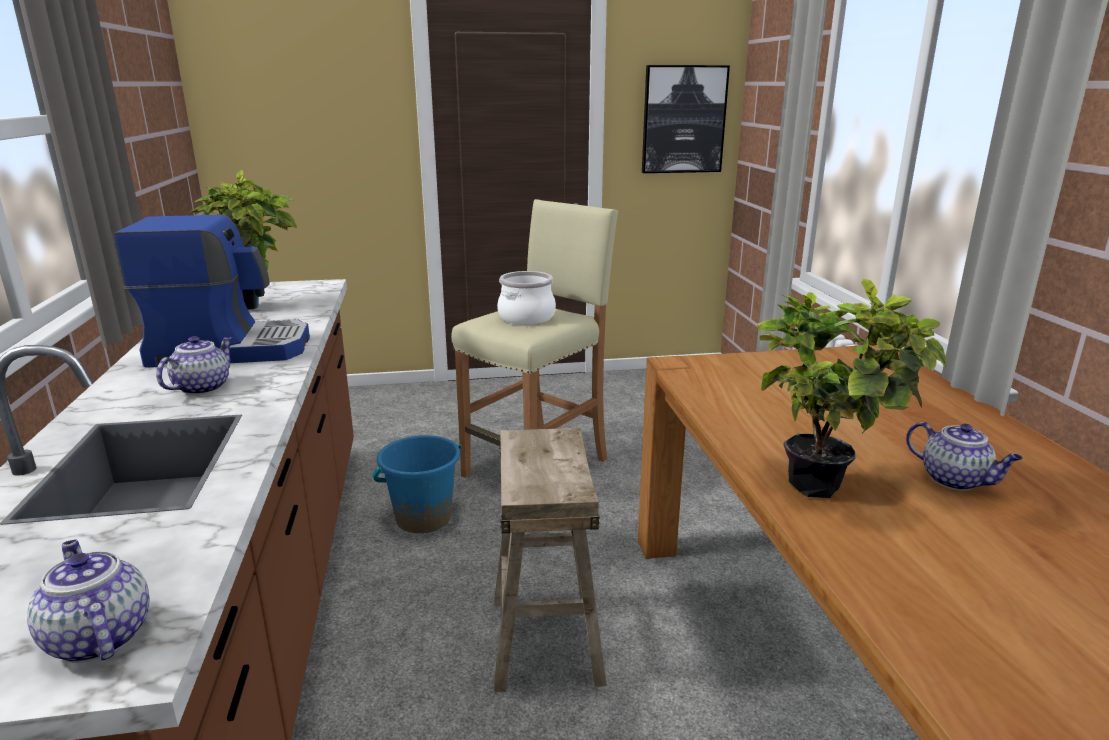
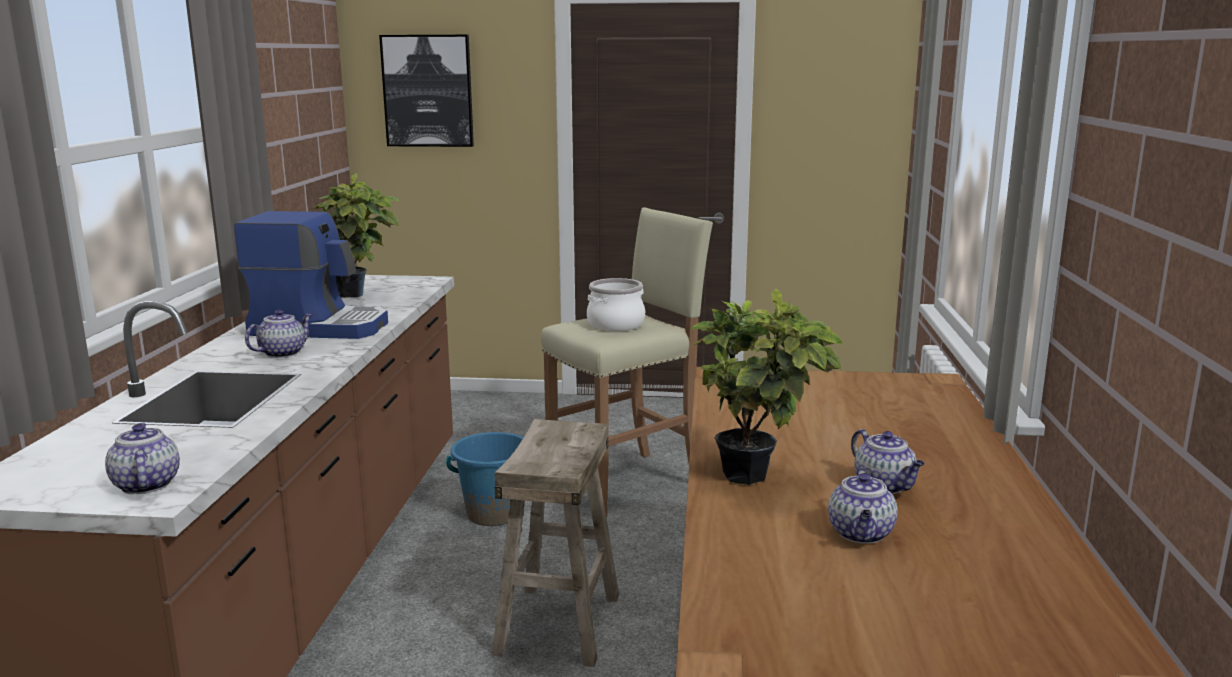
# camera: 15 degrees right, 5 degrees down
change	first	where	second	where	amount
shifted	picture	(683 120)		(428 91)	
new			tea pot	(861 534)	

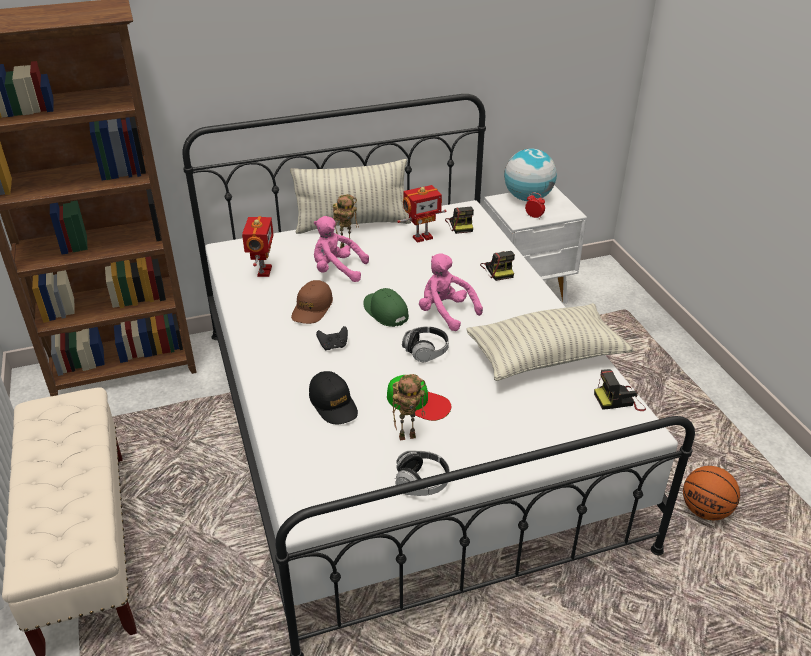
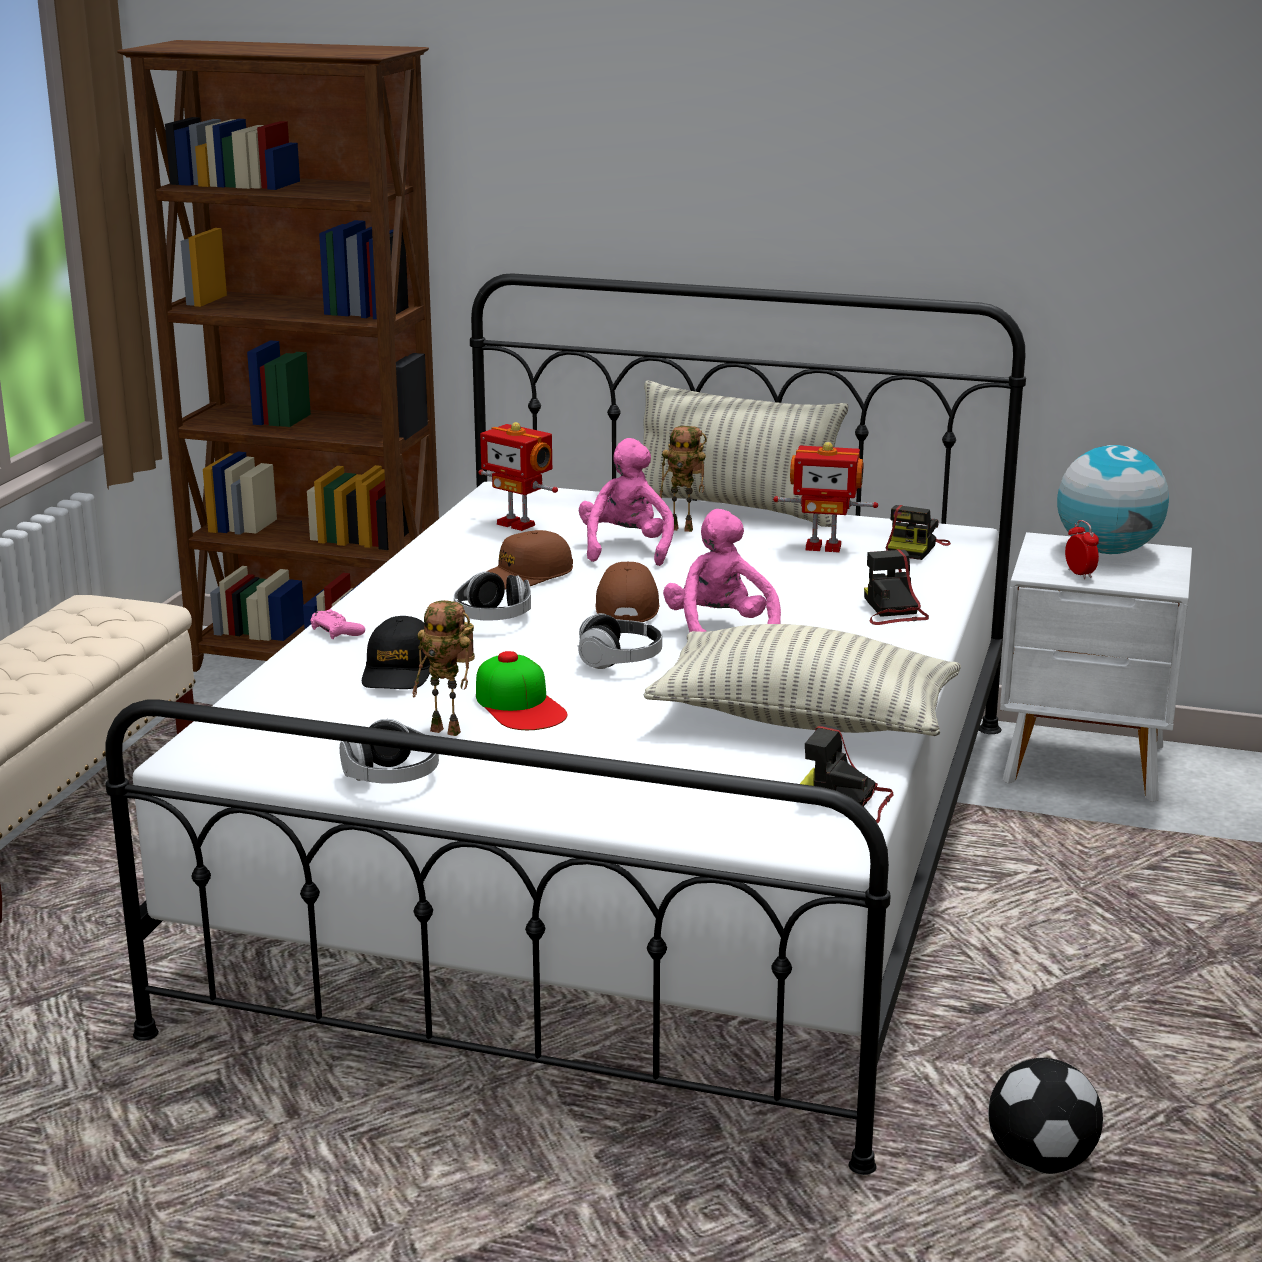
# camera: 35 degrees right, 15 degrees down
change	first	where	second	where	amount
rotated	robot figure	(263 271)		(517 524)	90 degrees clockwise
rotated	pink-coloured plush toy	(337 270)		(626 548)	45 degrees clockwise
swapped	black game controller	(333 346)	headphones	(493 619)	
repainted	green cap	(385 312)	brown-coloured cap	(627 607)	
rotated	photo camera	(498 270)		(892 611)	150 degrees clockwise
swapped	basketball ball	(705 510)	football ball	(1038 1160)	
new			pink-coloured game controller	(336 631)	

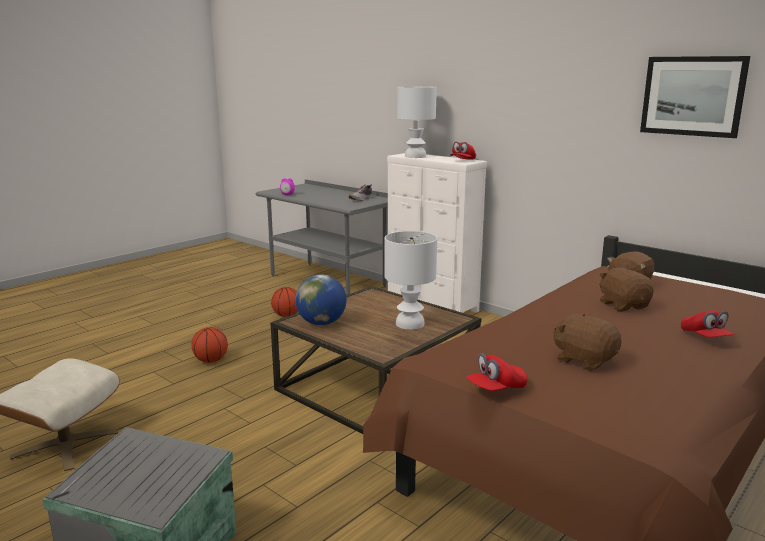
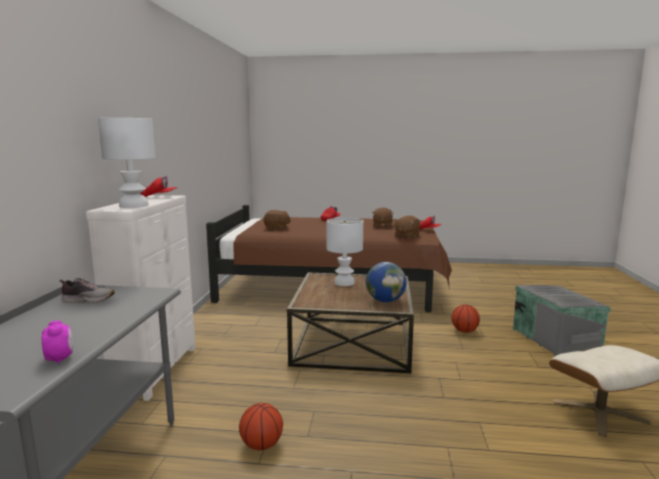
# camera: 125 degrees left, 5 degrees down
change	first	where	second	where	amount
shifted	basketball ball	(211 361)		(464 331)	
shifted	brown-coloured plush toy	(623 305)		(406 236)	
gone	picture	(692 96)			

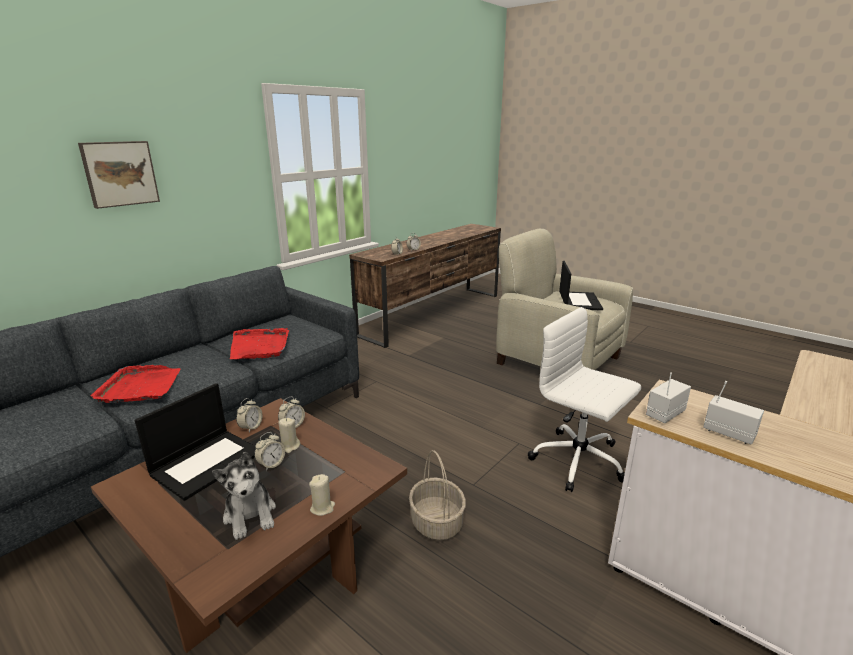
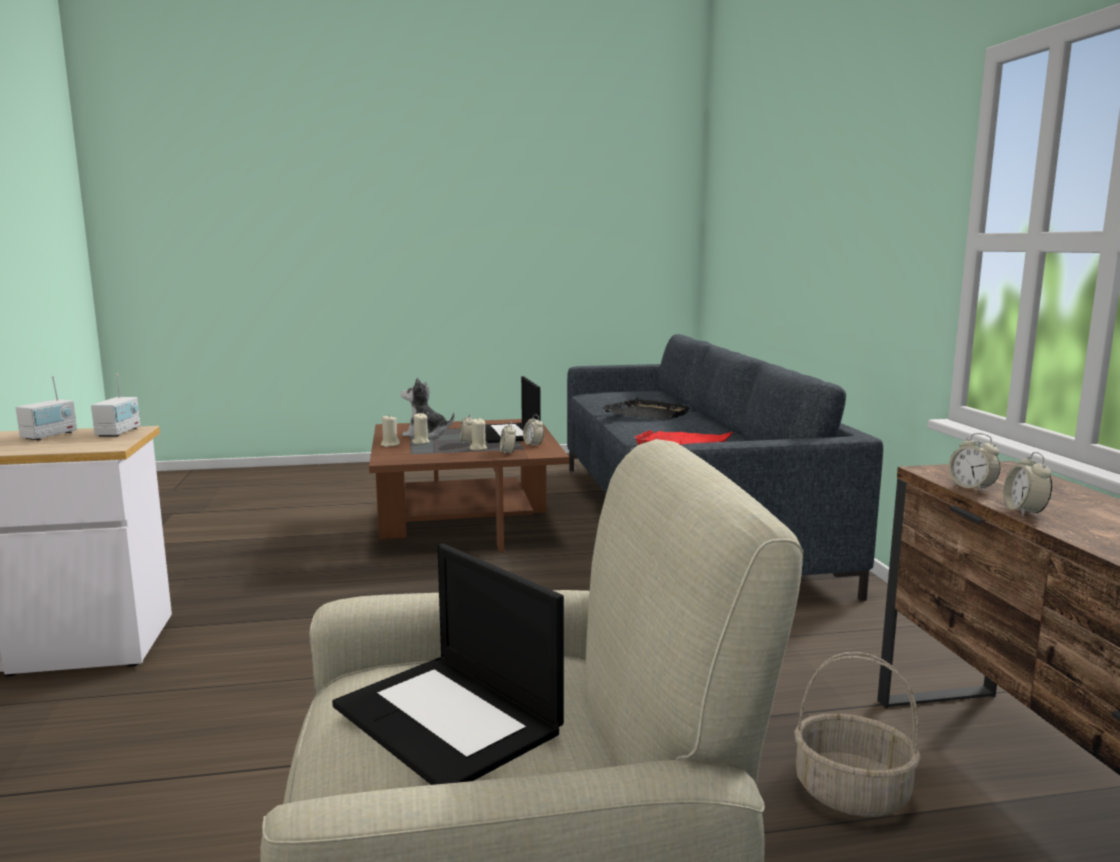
# camera: 130 degrees right, 10 degrees down
change	first	where	second	where	amount
gone	picture	(119 173)			
repainted	red-coloured tray	(140 387)	black tray	(647 413)	
shifted	basket	(436 522)		(852 793)	
gone	white office chair	(579 461)			
rotated	radio receiver	(728 433)		(49 435)	60 degrees counterclockwise
new			beige wax candle	(420 442)	

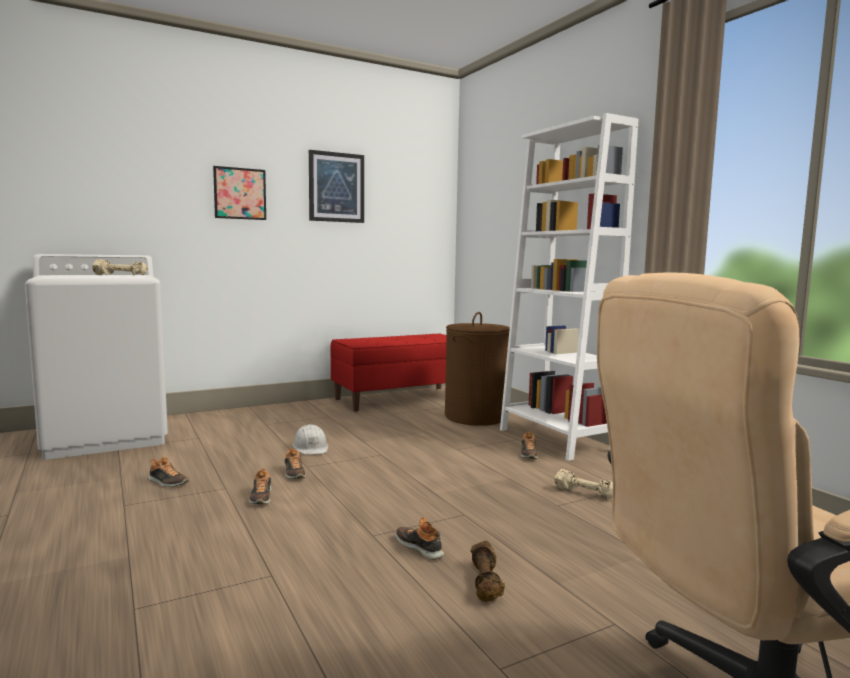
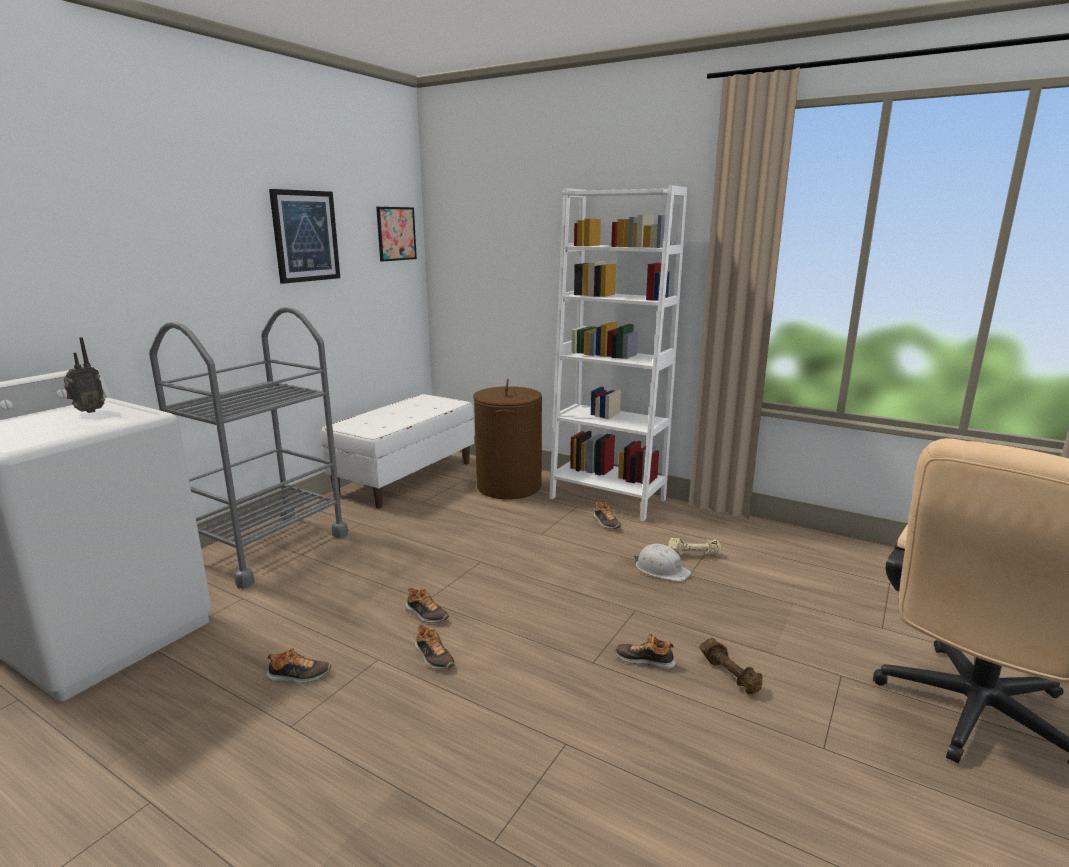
# camera: 30 degrees left, 10 degrees up
change	first	where	second	where	amount
swapped	beige free weight	(121 275)	radio receiver	(88 411)	
shifted	picture	(240 193)		(396 233)	
shifted	white safety helmet	(311 447)		(661 569)	
repainted	red-coloured long seat	(400 398)	white long seat	(405 477)	
new			gray wheeled cart	(268 547)	

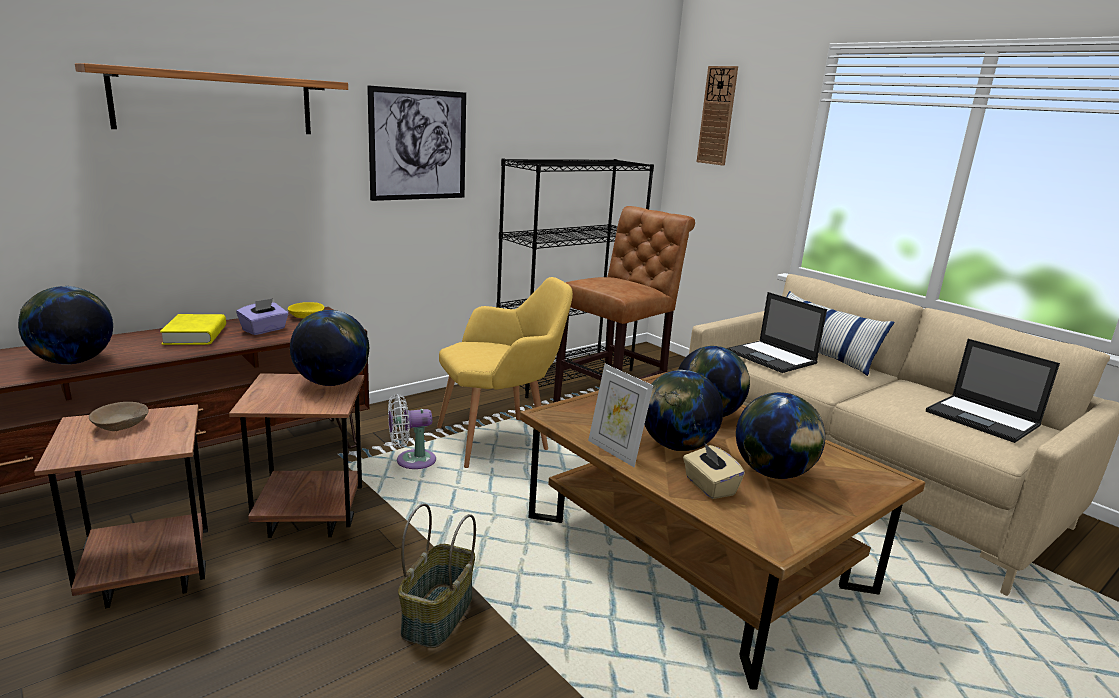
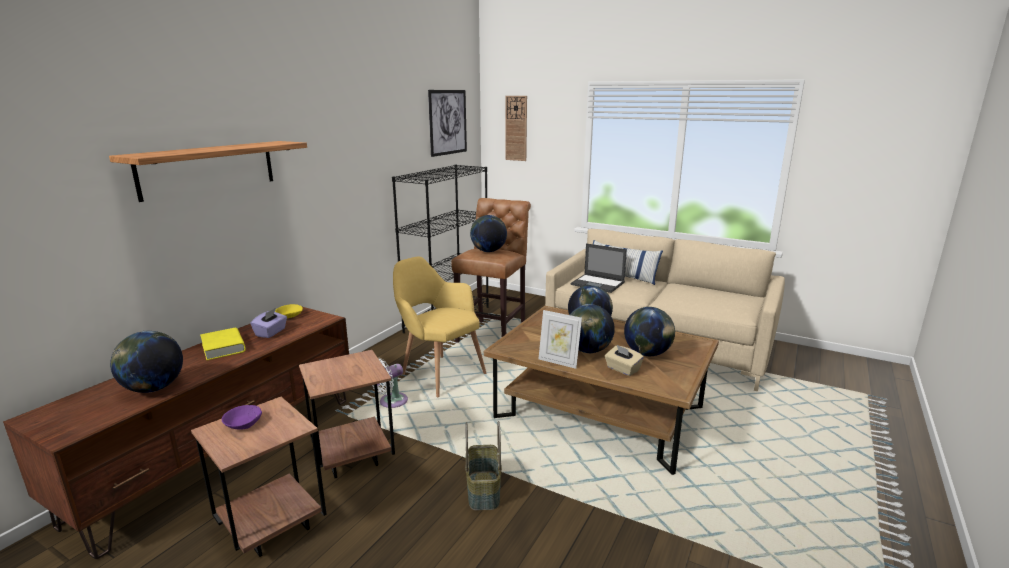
# camera: 20 degrees left, 0 degrees up
change	first	where	second	where	amount
repainted	beige deep dish	(121 425)	purple deep dish	(244 423)	
shifted	globe	(332 383)		(488 251)	
shifted	picture	(418 145)		(448 122)	
rotated	yellow-coloured armchair	(500 439)		(438 373)	90 degrees counterclockwise
gone	portable computer	(983 419)			

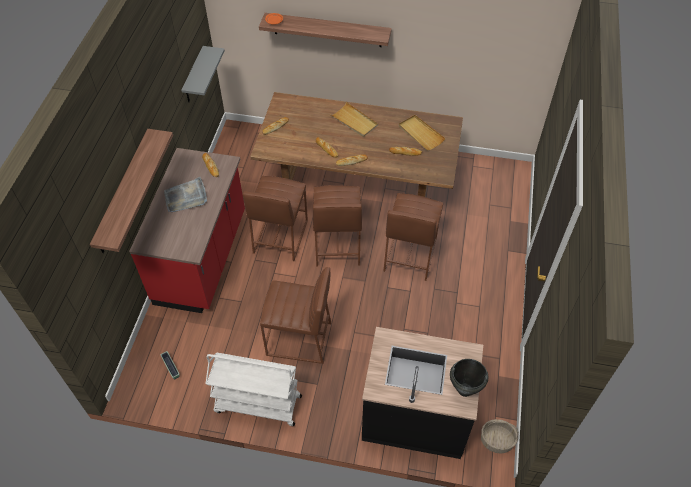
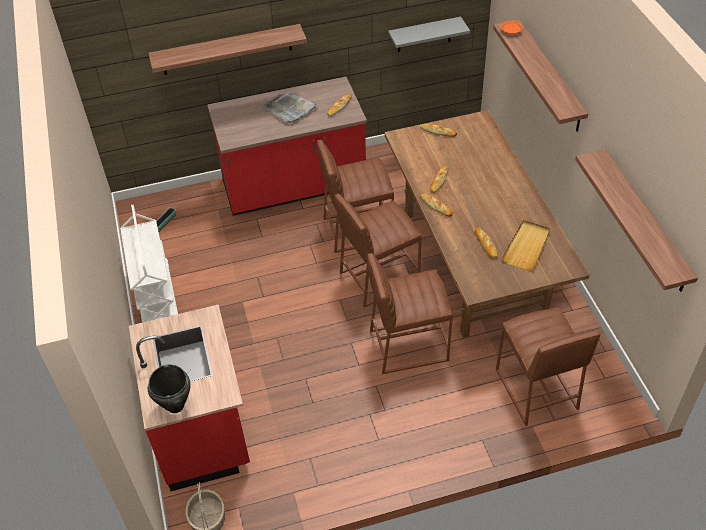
# camera: 65 degrees right, 5 degrees down
change	first	where	second	where	amount
shifted	brown-coloured stool seat	(299 339)		(535 389)	
gone	beige tray	(354 121)			
repainted	black counter	(415 416)	red-coloured counter	(203 430)	
new			bracket shelf	(644 221)	

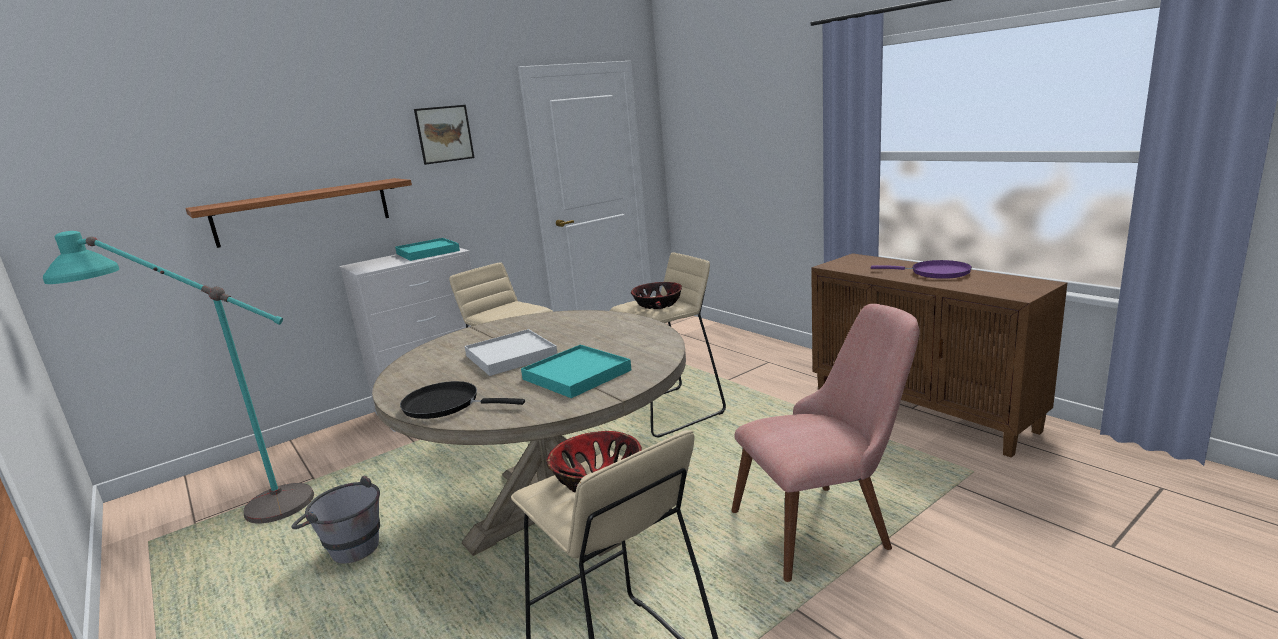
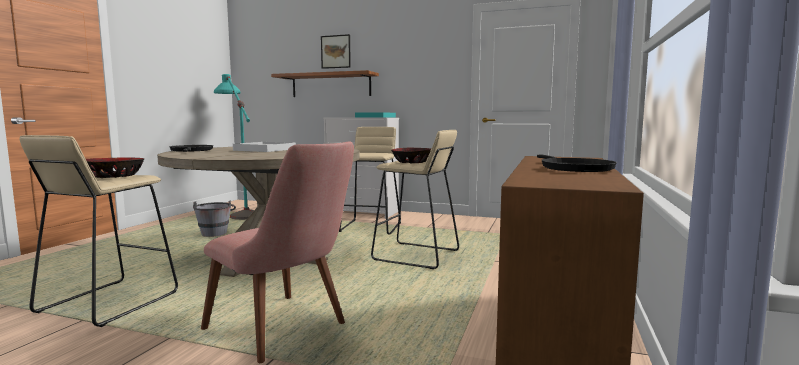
# camera: 55 degrees right, 10 degrees down
change	first	where	second	where	amount
shifted	picture	(444 134)		(335 51)	
gone	turquoise tray	(577 375)			
repainted	purple pan	(935 273)	black pan	(574 168)	

